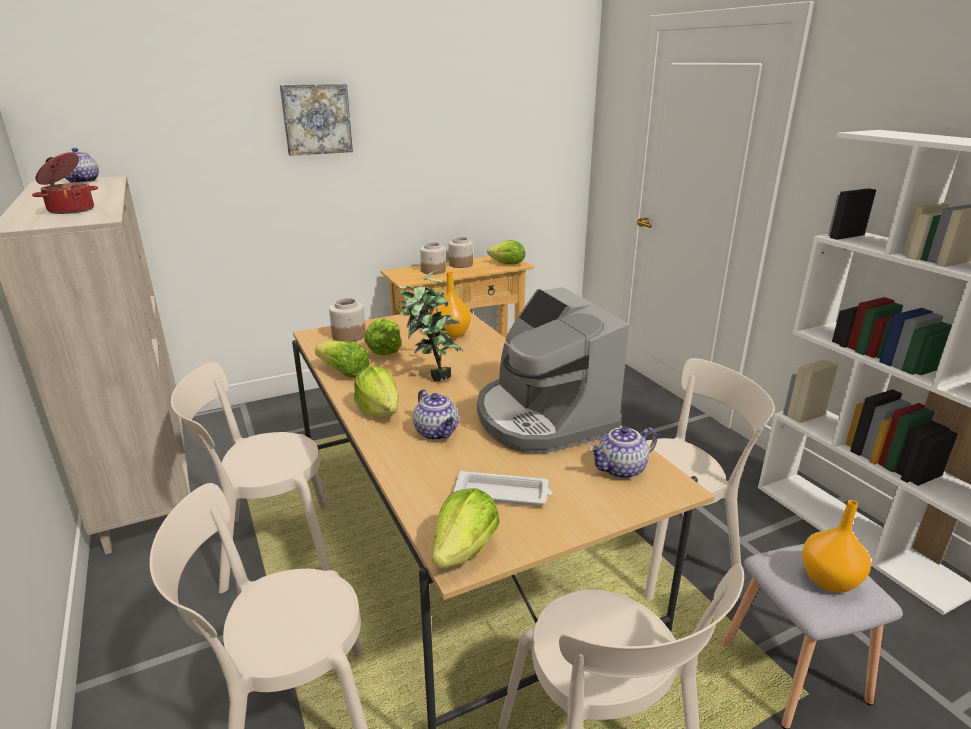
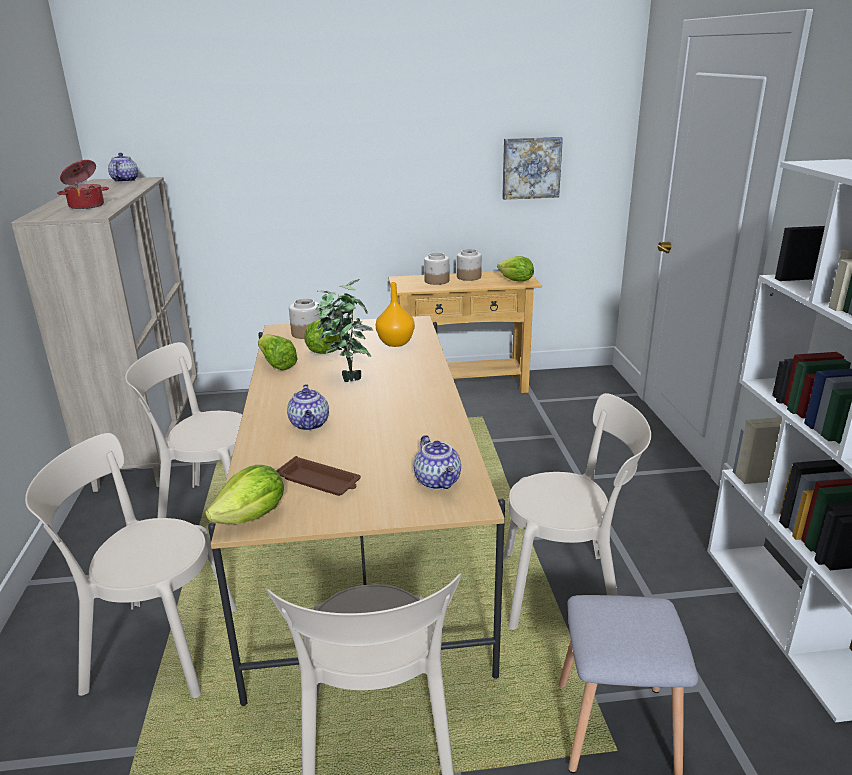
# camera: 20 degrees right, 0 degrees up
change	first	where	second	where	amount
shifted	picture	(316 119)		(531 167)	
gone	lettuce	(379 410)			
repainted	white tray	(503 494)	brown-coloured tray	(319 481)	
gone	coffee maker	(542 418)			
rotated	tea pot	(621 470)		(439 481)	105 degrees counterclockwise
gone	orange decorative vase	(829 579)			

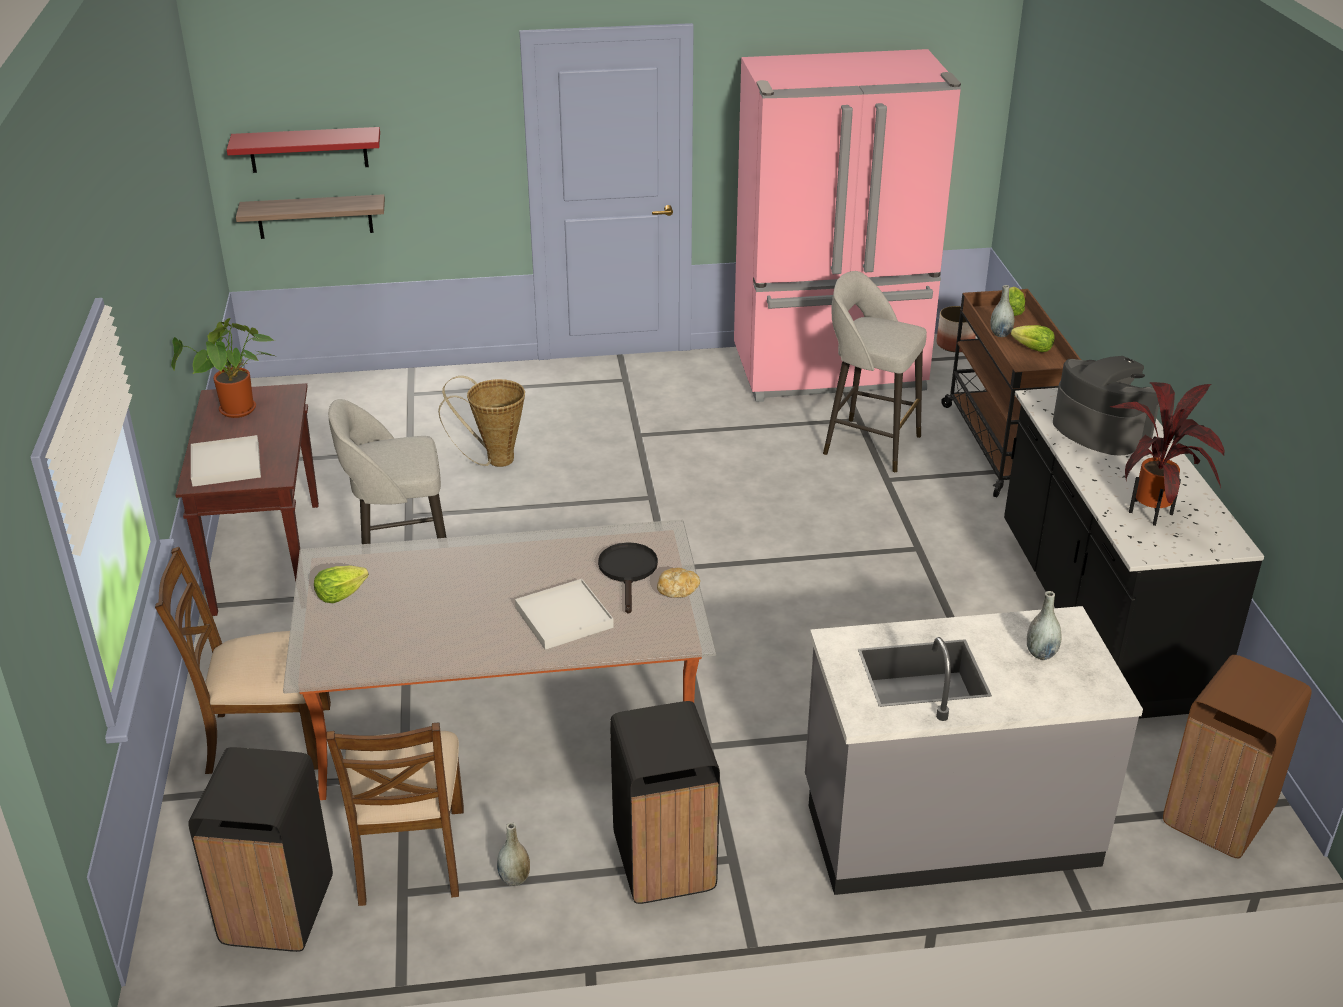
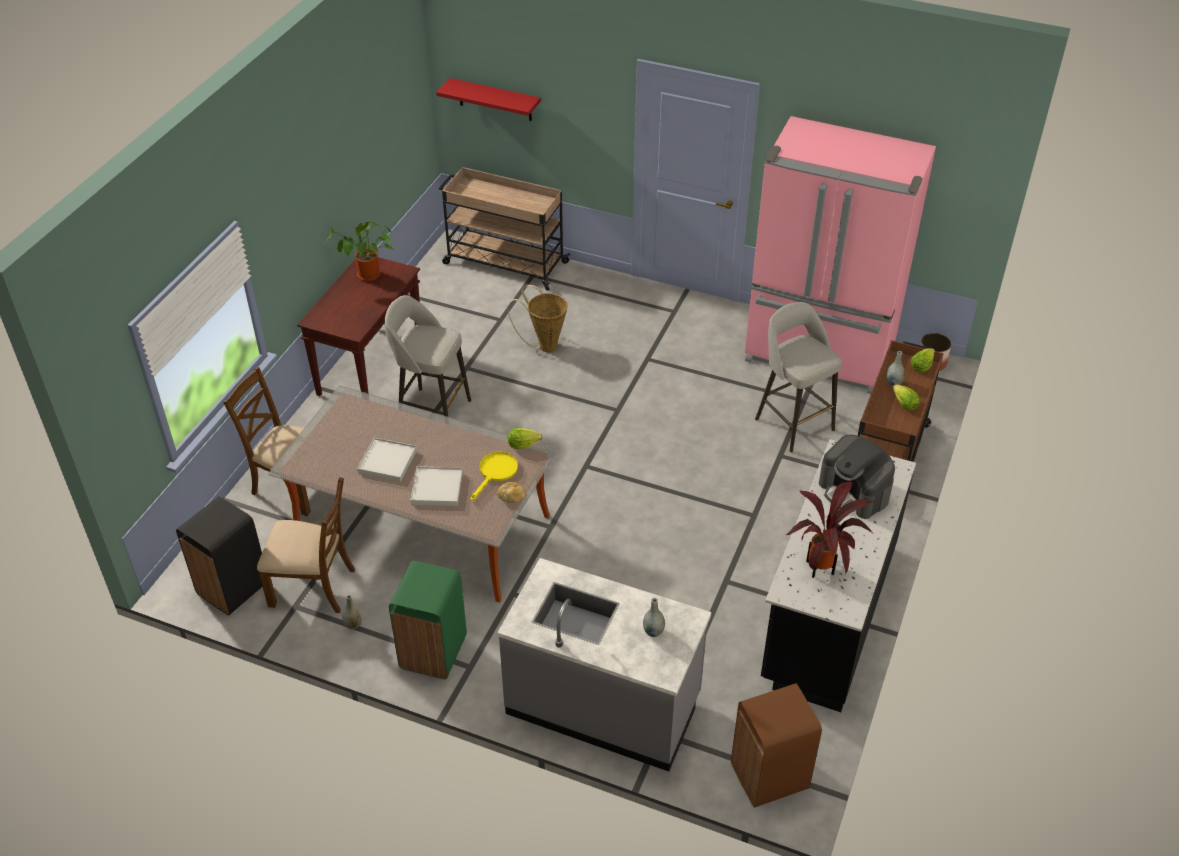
# camera: 30 degrees right, 10 degrees up
change	first	where	second	where	amount
shifted	white tray	(226 464)		(387 461)	
gone	bracket shelf	(314 216)			
shifted	lettuce	(340 595)		(523 444)	
rotated	brown-coloured upright chair	(410 855)		(313 587)	105 degrees counterclockwise
repainted	black pan	(628 572)	yellow-coloured pan	(495 473)	
repainted	black trash can	(663 864)	green trash can	(432 652)	
rotated	coffee maker	(1100 430)		(854 492)	150 degrees clockwise
new			beige wheeled cart	(504 263)	

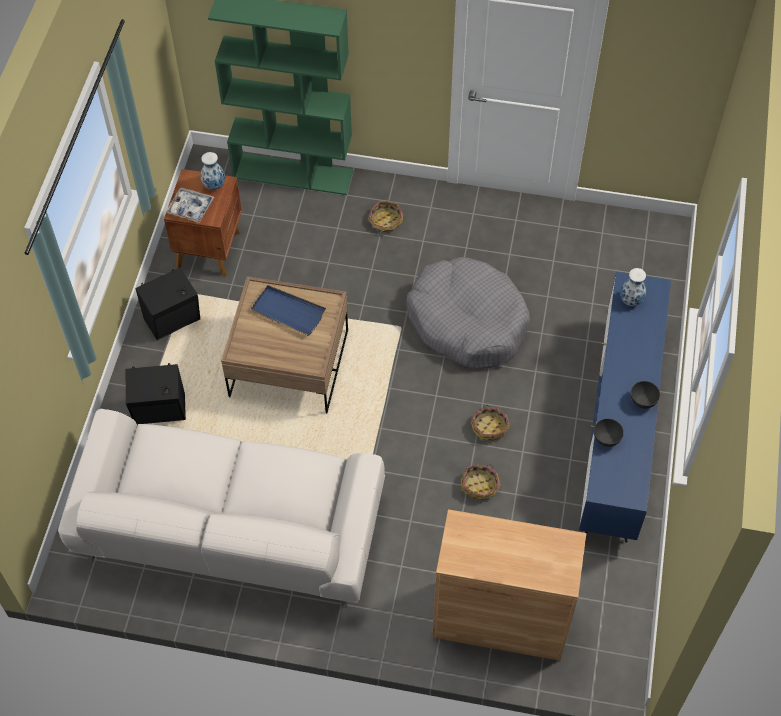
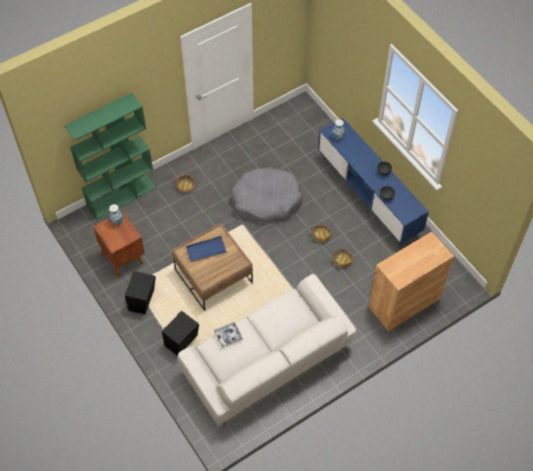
# camera: 45 degrees left, 0 degrees up
change	first	where	second	where	amount
shifted	tray	(190 208)		(228 336)	

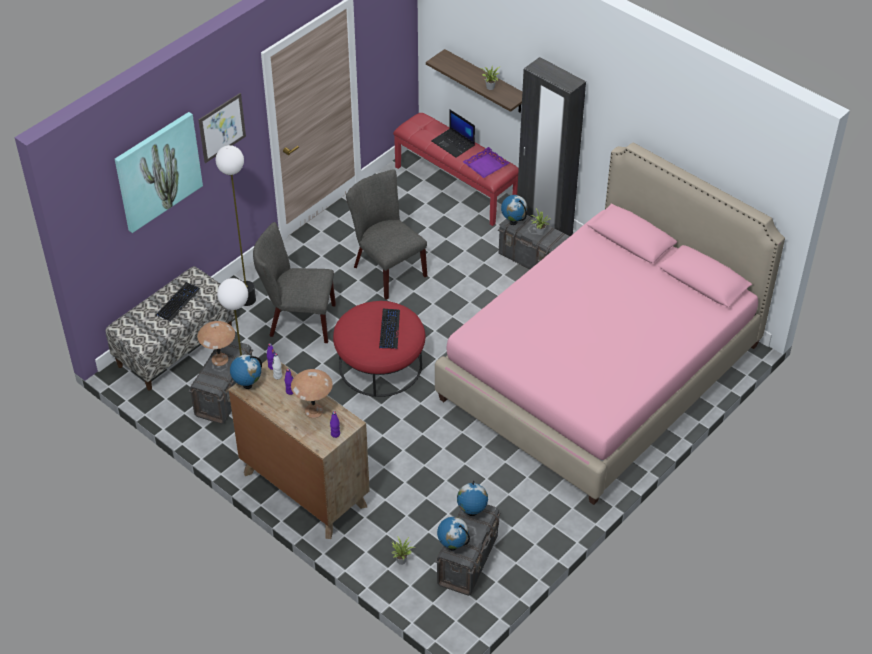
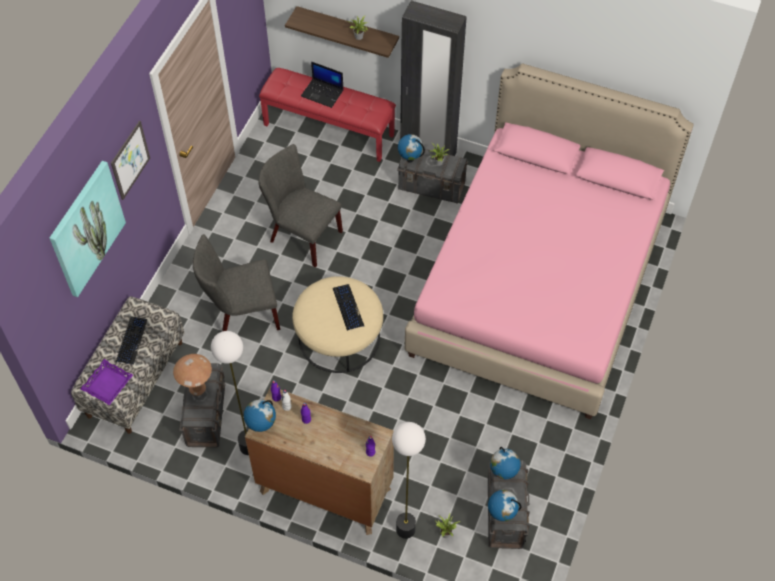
# camera: 20 degrees left, 10 degrees up
change	first	where	second	where	amount
shifted	standard lamp	(247 299)		(405 529)	
gone	brown-coloured lamp for a table	(314 410)			
repainted	red-coloured pouffe	(380 365)	beige pouffe	(339 337)	
shifted	purple tray	(485 165)		(107 384)	

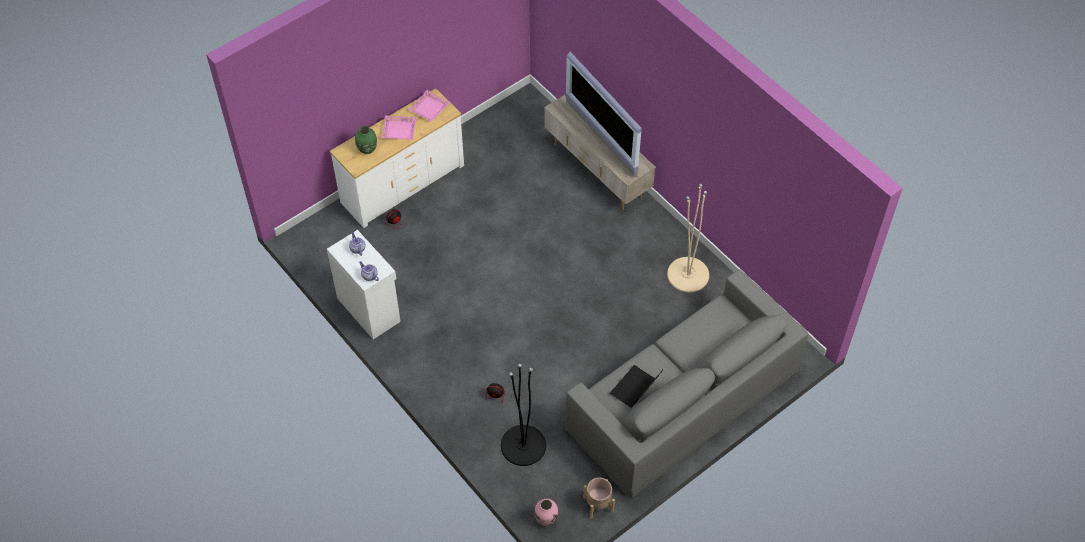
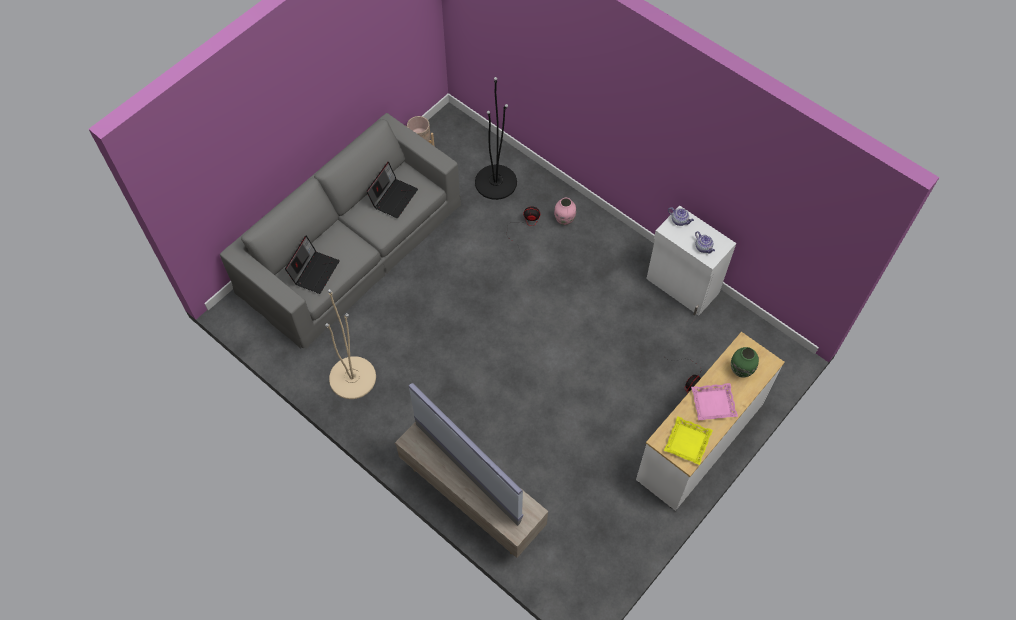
# camera: 170 degrees right, 5 degrees up
change	first	where	second	where	amount
repainted	pink-coloured tray	(429 108)	yellow-coloured tray	(688 442)	
shifted	pink-coloured decorative vase	(546 518)		(564 220)	
new			portable computer	(314 271)	

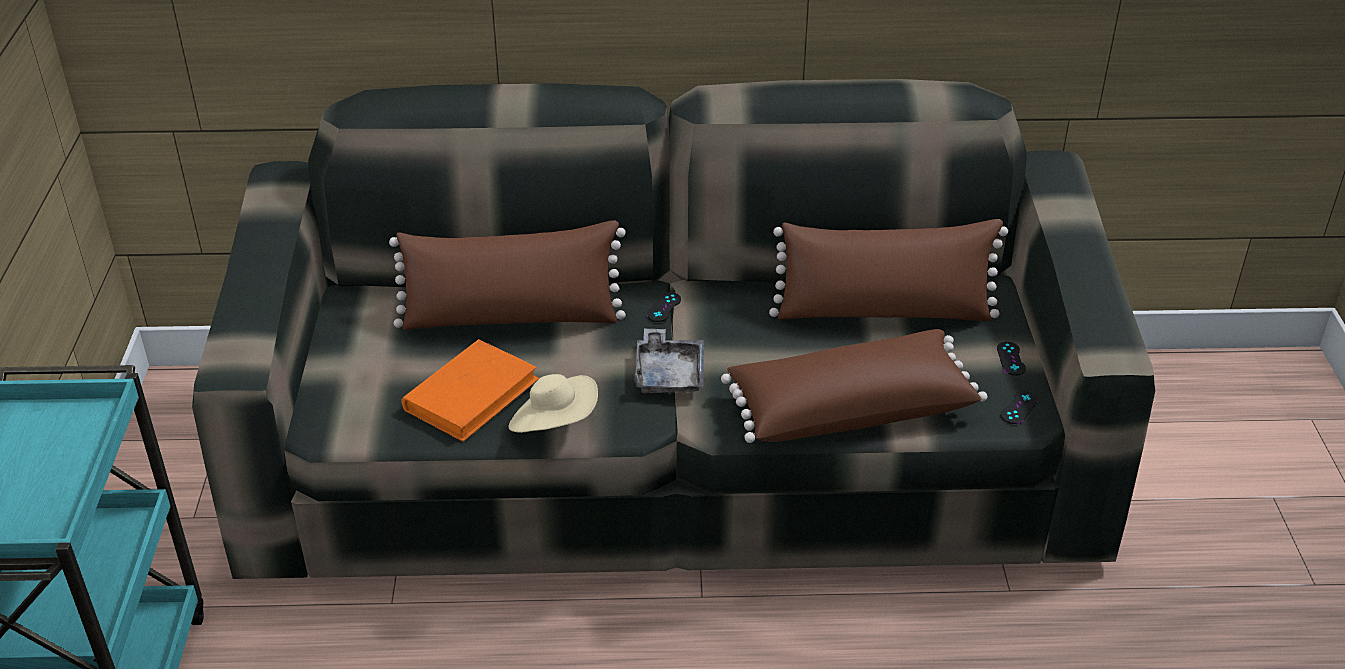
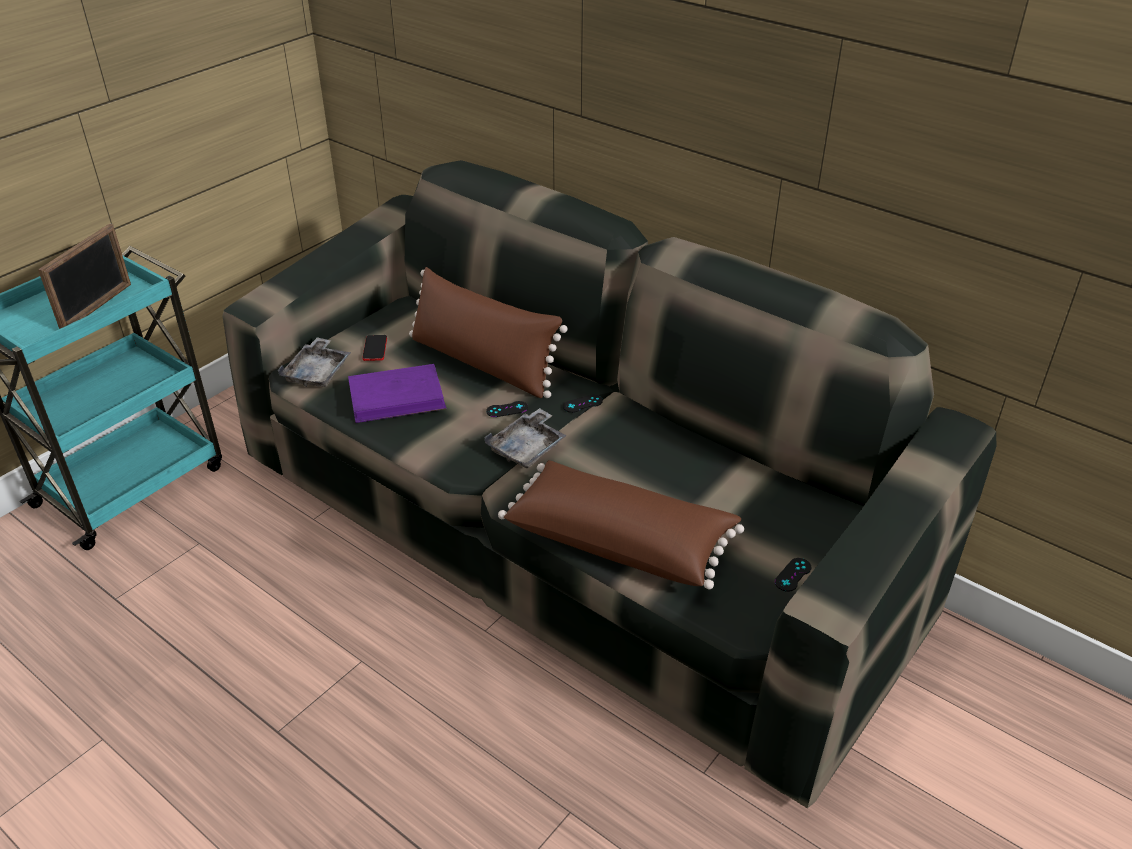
# camera: 40 degrees right, 0 degrees up
change	first	where	second	where	amount
repainted	orange volume	(472 395)	purple volume	(397 397)	
gone	beige hat	(555 424)			
gone	brown-coloured pillow	(884 312)			
shifted	black game controller	(1019 407)		(507 409)	
new			photo frame	(97 307)	
new			gray tray	(318 372)	
new			handset	(375 348)	

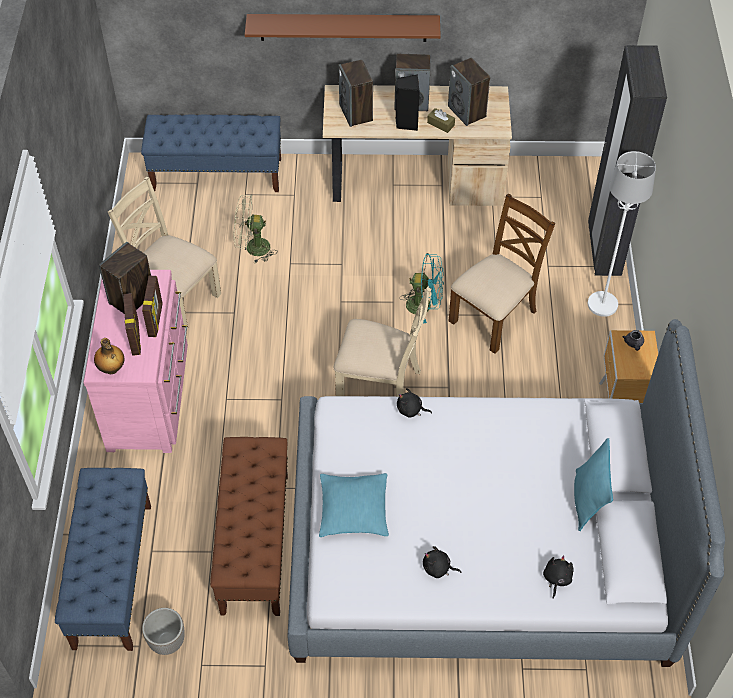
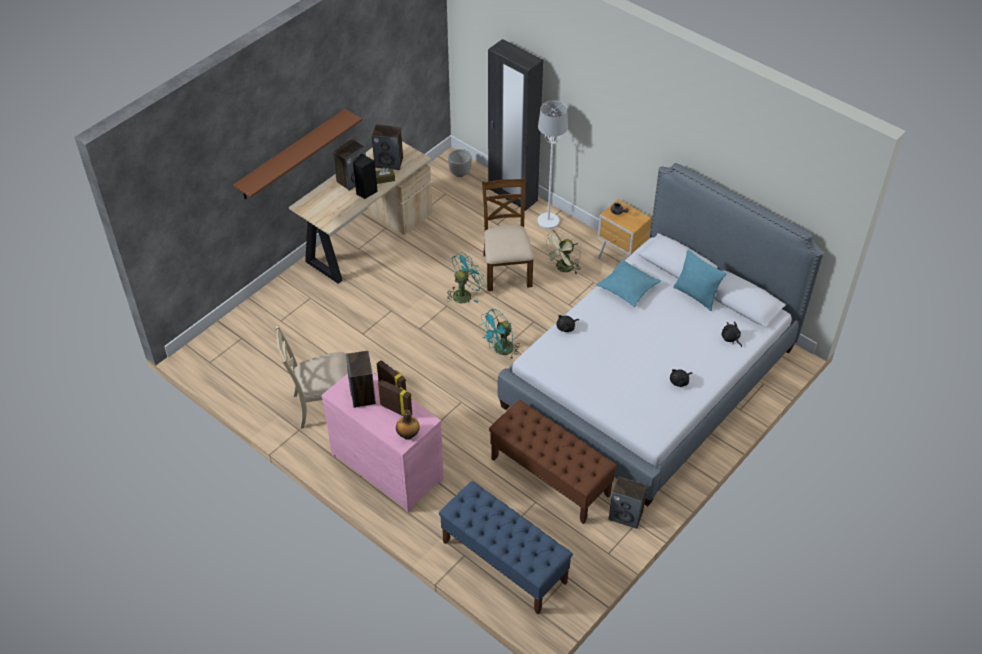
# camera: 50 degrees left, 5 degrees down
change	first	where	second	where	amount
gone	bluish long seat	(217 174)			
shifted	planter	(167 641)		(460 173)	
shifted	beige cooling fan	(252 248)		(563 269)	
shifted	turquoise pillow	(353 510)		(627 288)	
swapped	beige upright chair	(380 386)	turquoise cooling fan	(500 350)	
shifted	loudspeaker	(356 113)		(626 515)	

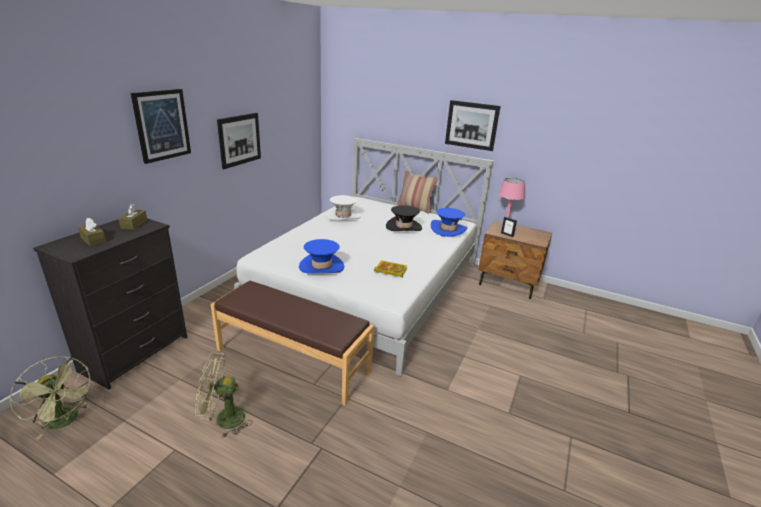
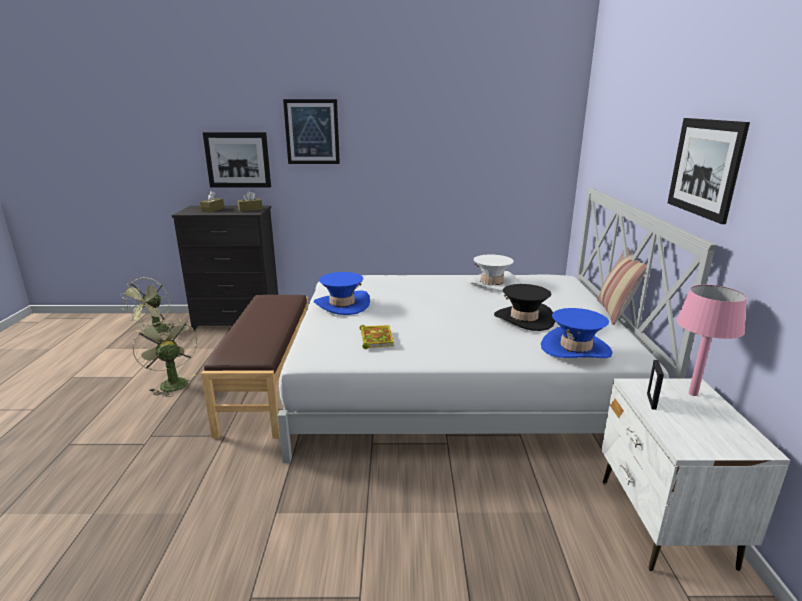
# camera: 65 degrees right, 5 degrees down
change	first	where	second	where	amount
shifted	picture	(239 140)		(237 160)	
repainted	brown-coloured bedside table	(508 284)	white bedside table	(664 523)	

